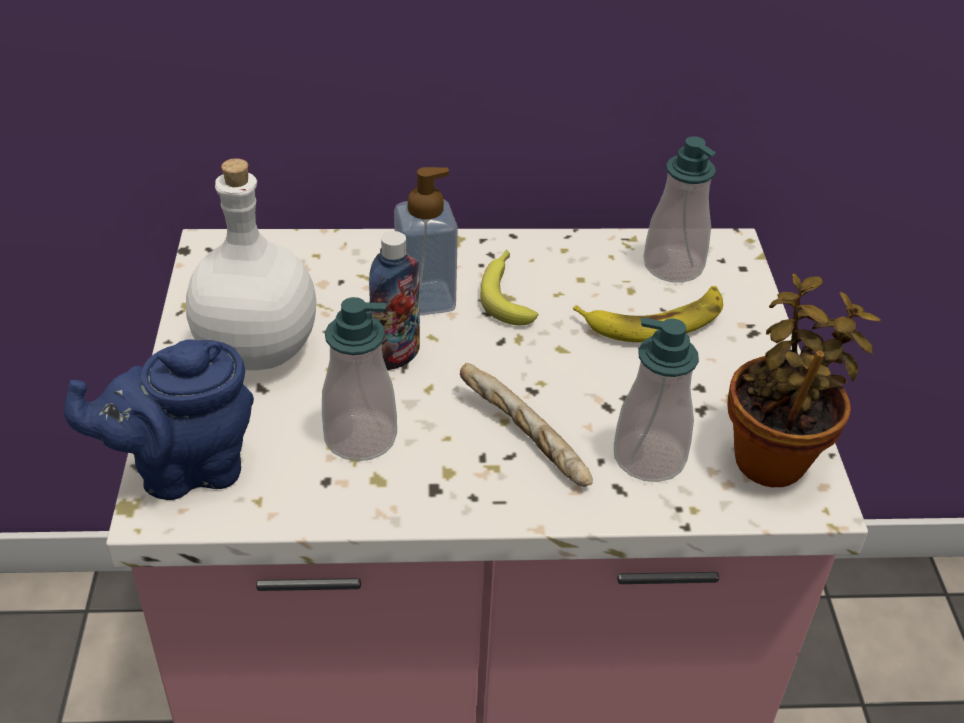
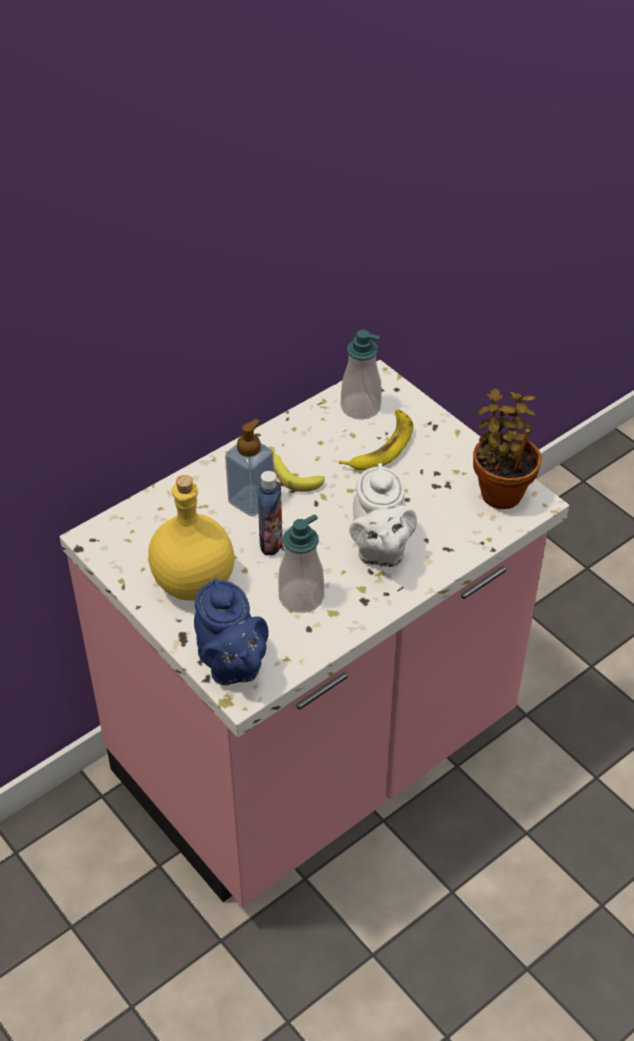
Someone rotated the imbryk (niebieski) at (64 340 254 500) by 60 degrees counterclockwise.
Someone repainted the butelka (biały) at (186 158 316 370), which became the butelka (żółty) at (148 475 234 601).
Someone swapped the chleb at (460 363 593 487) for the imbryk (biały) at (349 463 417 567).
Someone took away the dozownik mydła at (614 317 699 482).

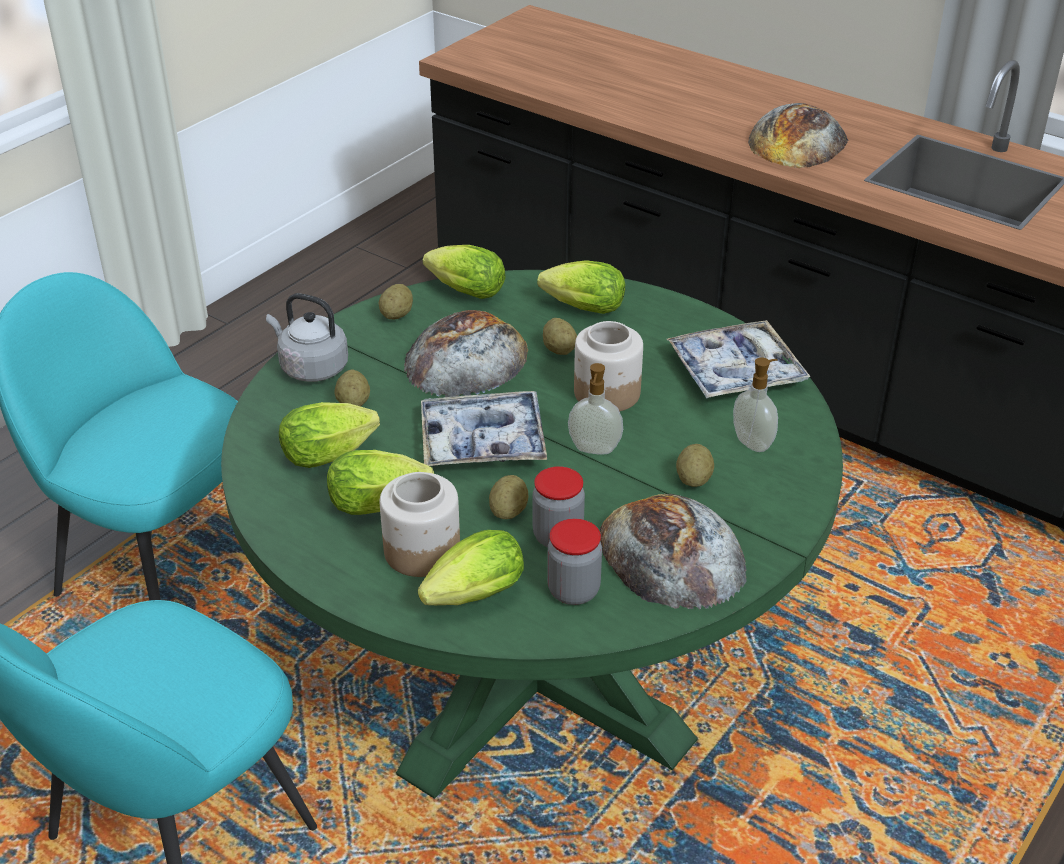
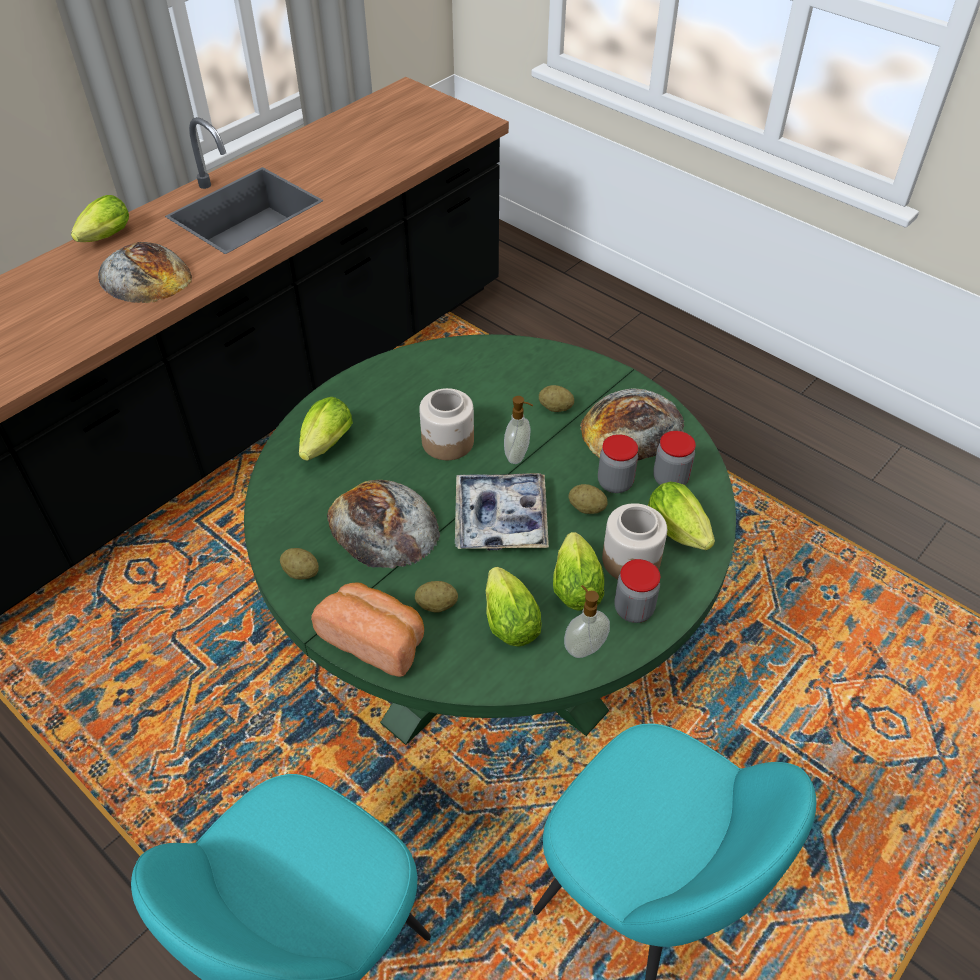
Someone swapped the czajnik (szary) at (266 293 348 382) for the chleb at (311 583 424 677).
Someone carried the sałata from (423 245 505 299) to (71 195 129 242).
Someone took away the ziemniak at (543 318 577 355).
Someone took away the taca at (667 320 810 399).
Someone carried the dozownik mydła from (733 358 778 452) to (564 585 610 658).
Someone put down the słoik at (615 559 660 623).

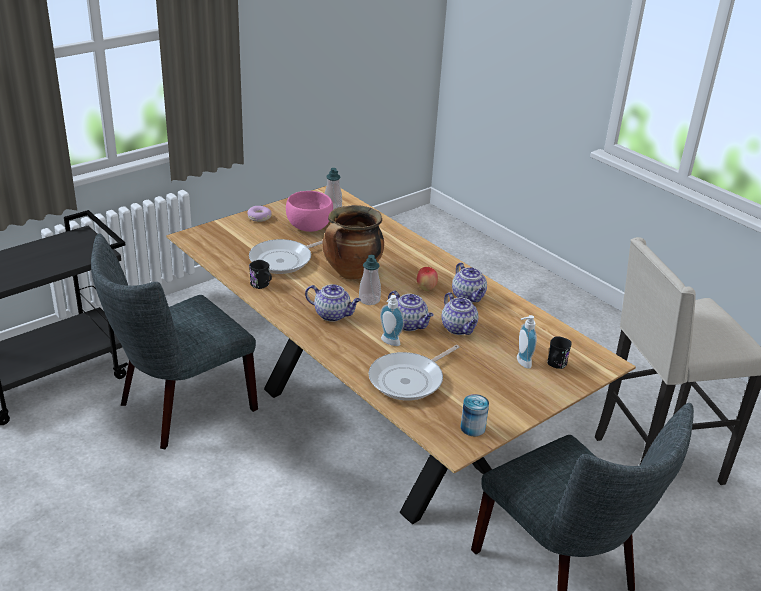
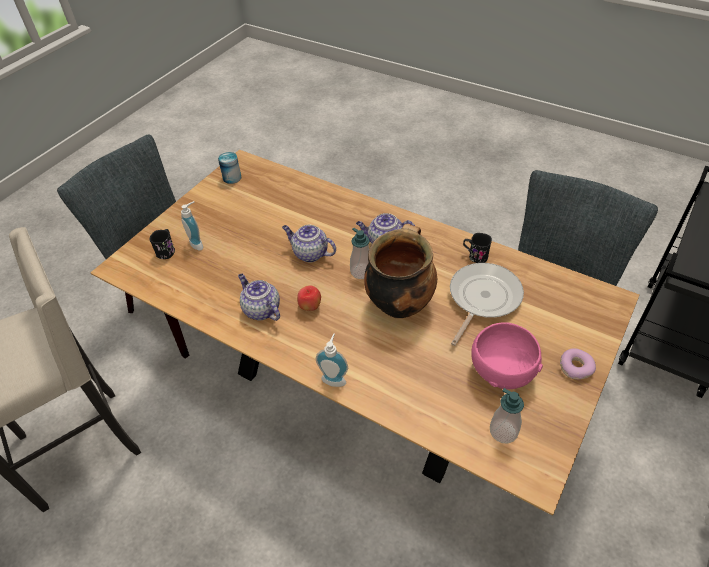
Someone took away the patelnia at (369 345 459 401).
Someone carried the dozownik mydła from (380 295 404 346) to (316 333 348 387).
Someone took away the imbryk at (441 292 478 335).

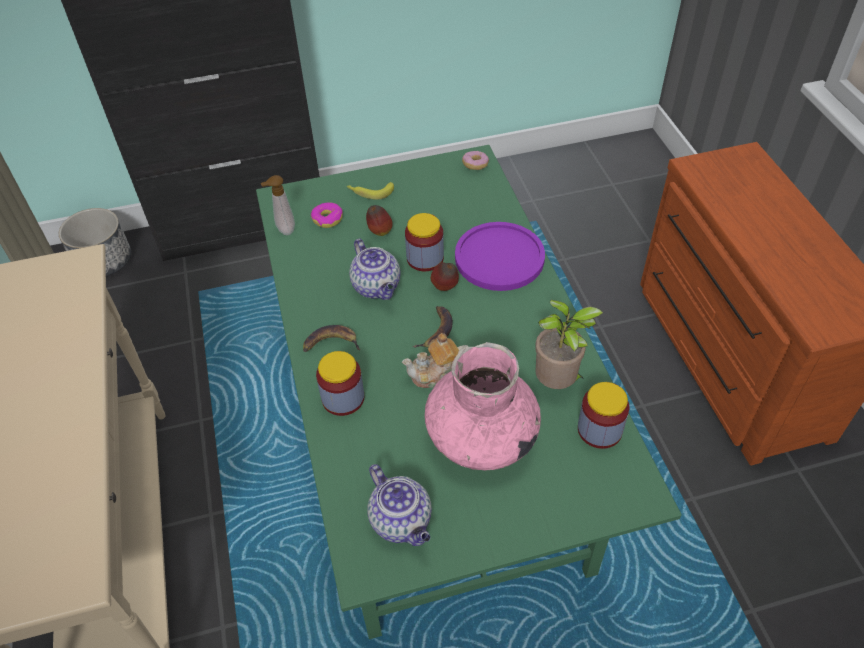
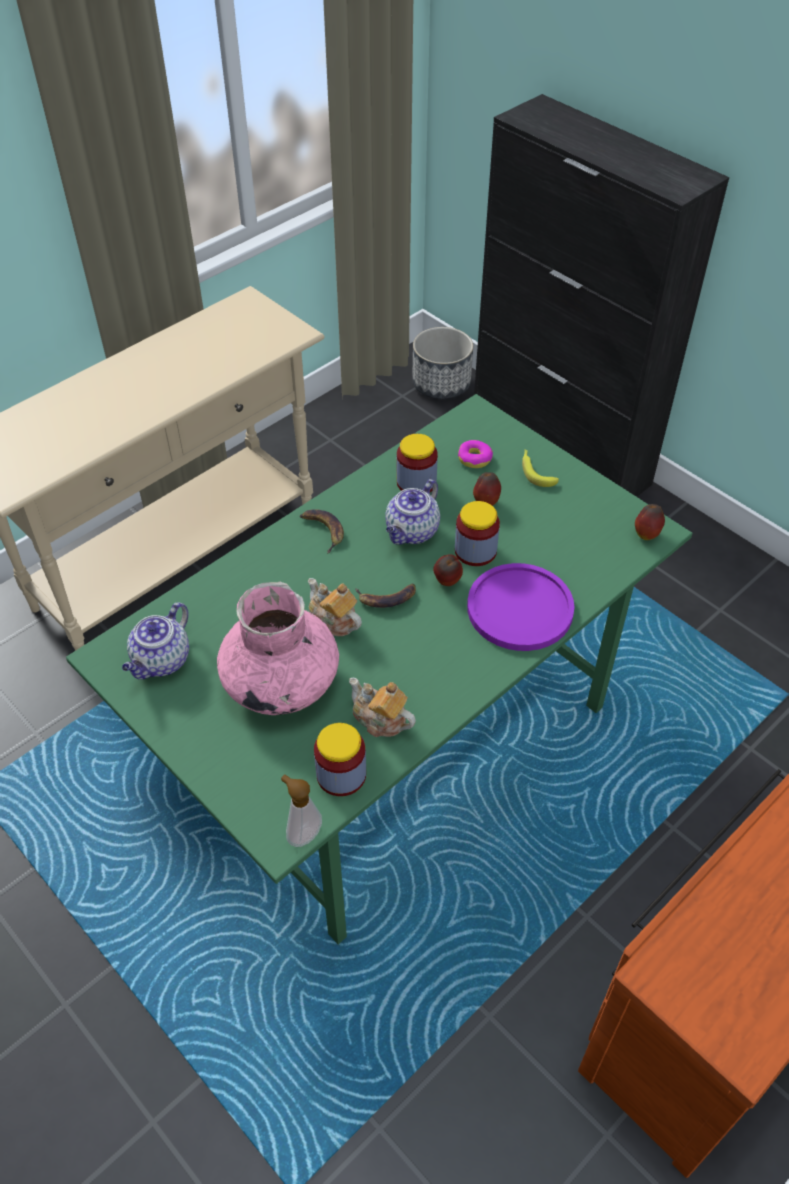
Someone carried the dozownik mydła from (261 175 295 235) to (281 775 322 847).
Someone carried the słoik from (316 351 364 416) to (397 434 438 492).
Someone swapped the donut at (462 151 489 170) for the jabłko at (635 504 665 540).
Someone swapped the roślina doniczkowa at (535 300 604 389) for the imbryk at (349 678 416 737).

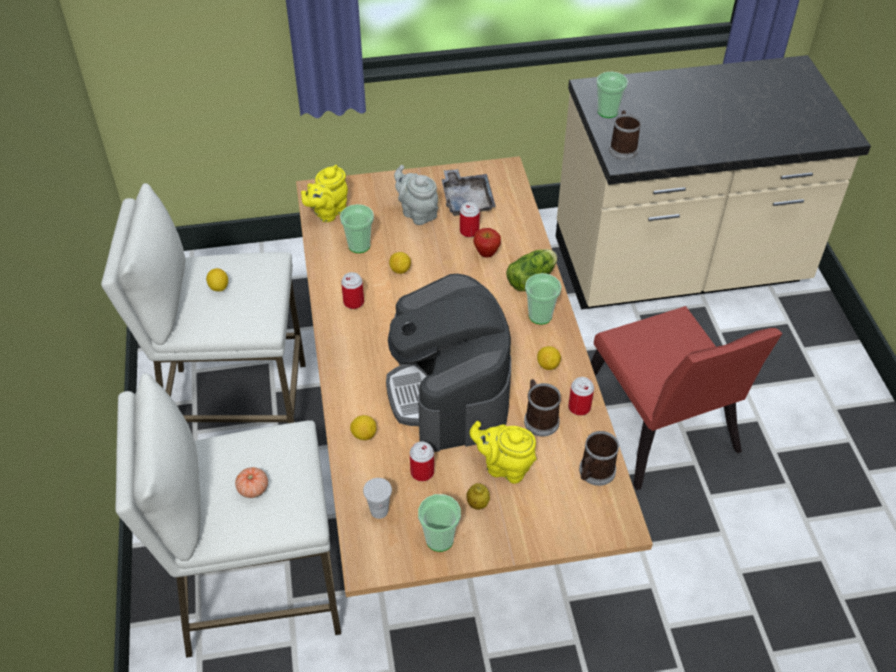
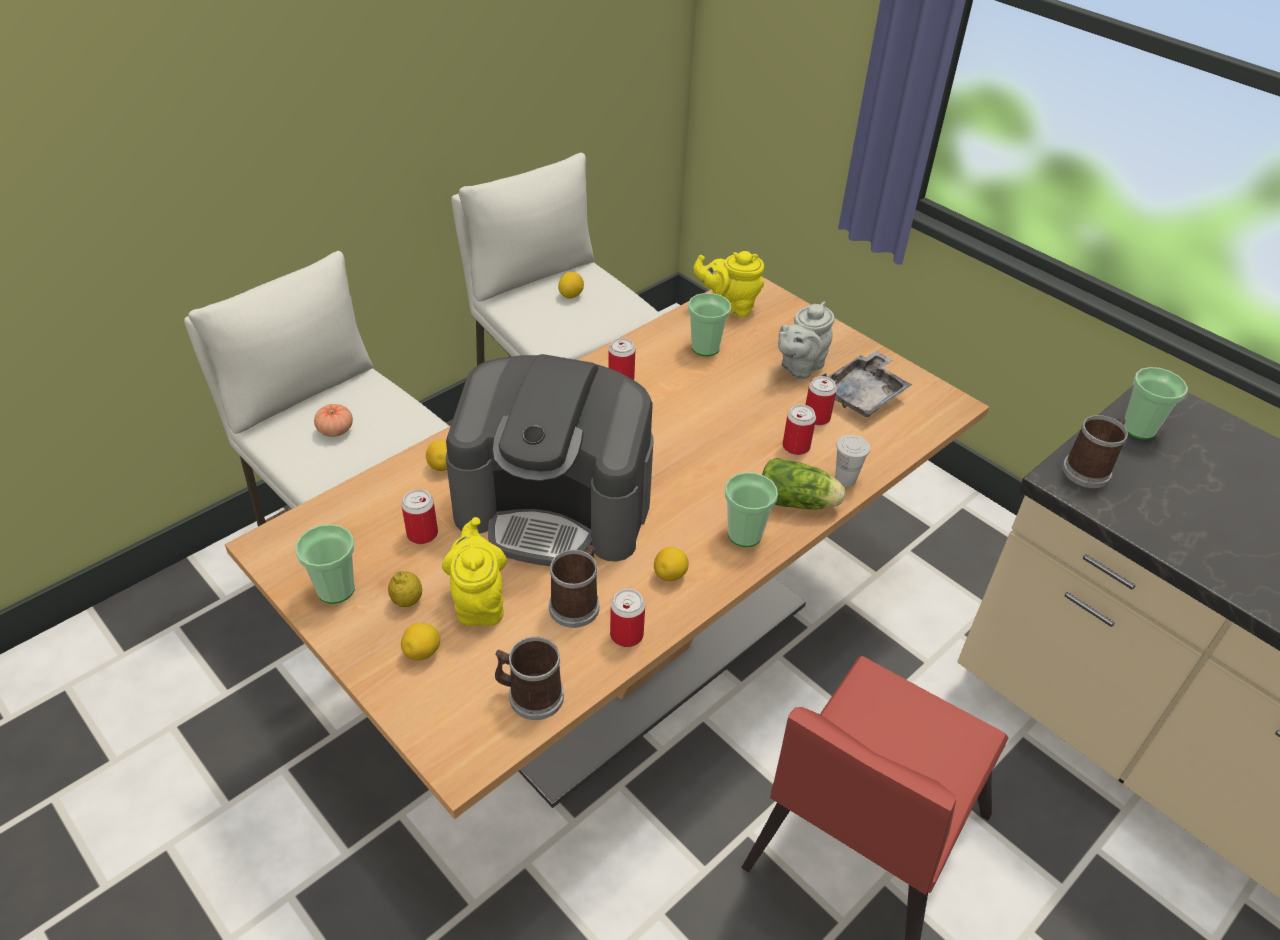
Someone carried the filiżanka (biały) from (363 478 392 519) to (835 435 870 487).
Someone rotated the ekspres do kawy at (386 274 511 452) by 120 degrees counterclockwise.
Someone carried the cytryna from (389 252 411 274) to (401 623 440 660).
Someone rotated the imbryk (szary) at (394 165 438 225) by 150 degrees counterclockwise.
Someone swapped the jabłko at (473 228 501 257) for the puszka at (783 404 816 455).

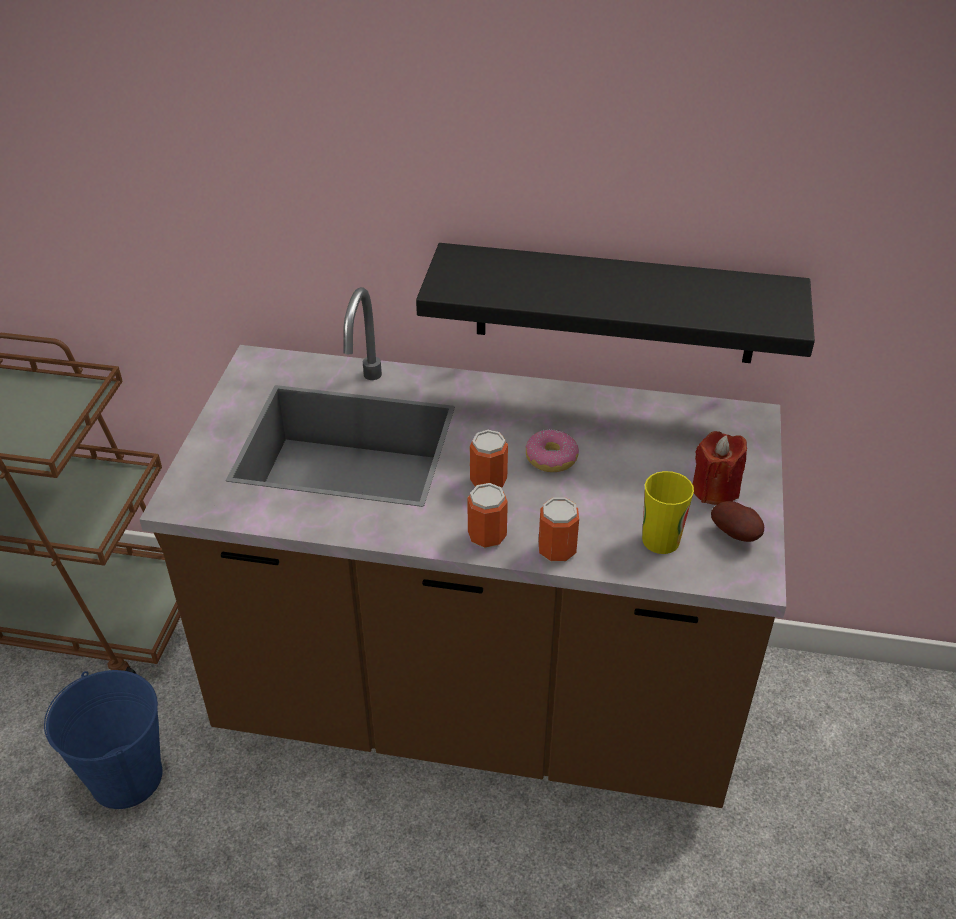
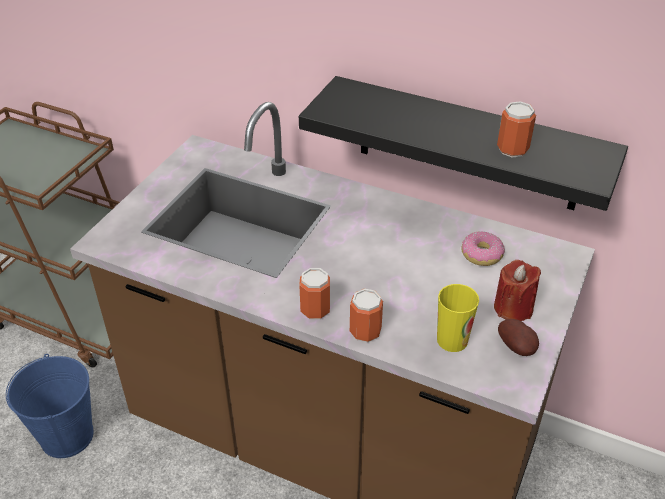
Someone carried the puszka from (470 430 508 488) to (497 101 536 157).
Someone carried the donut from (525 429 579 472) to (461 231 505 266).

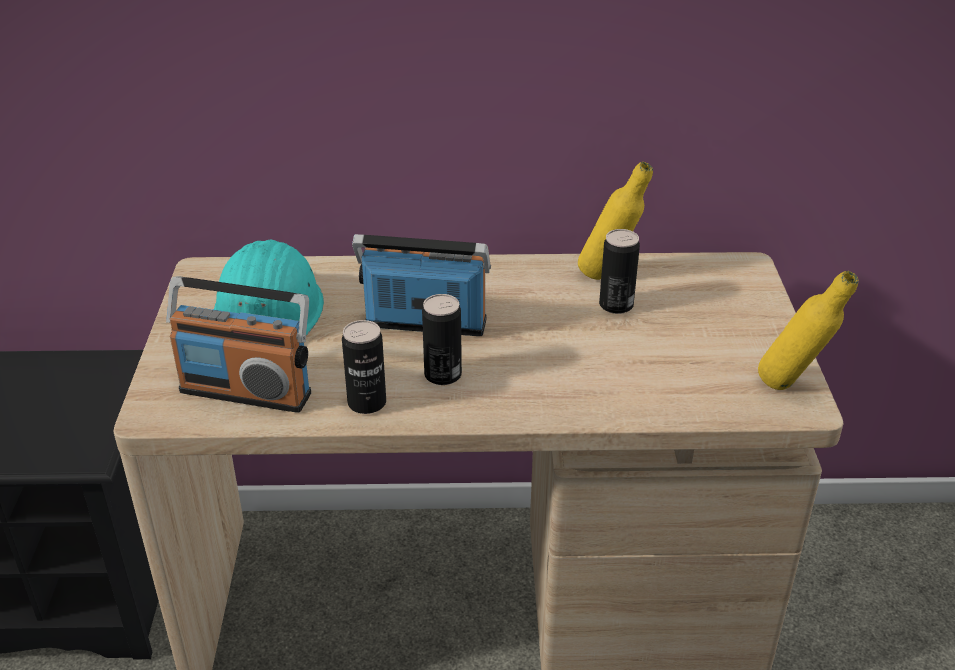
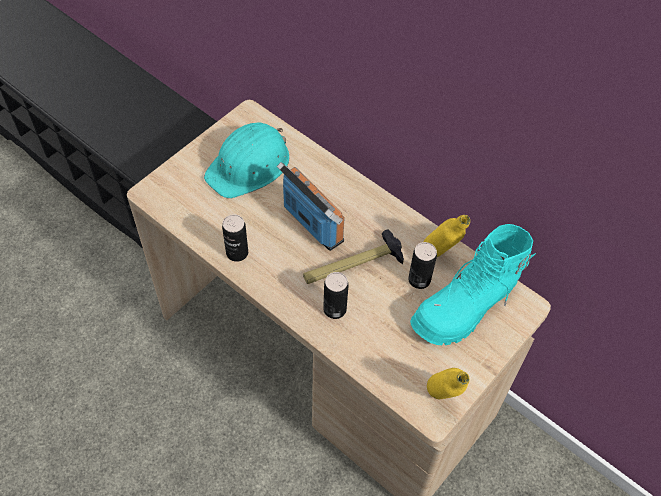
Someone took away the radio at (166 276 311 413).
Someone carried the puszka from (422 294 462 385) to (323 272 349 319).
Someone put down the młotek at (303 230 404 284).
Someone put down the but z cholewką (turkusowy) at (410 224 536 345).

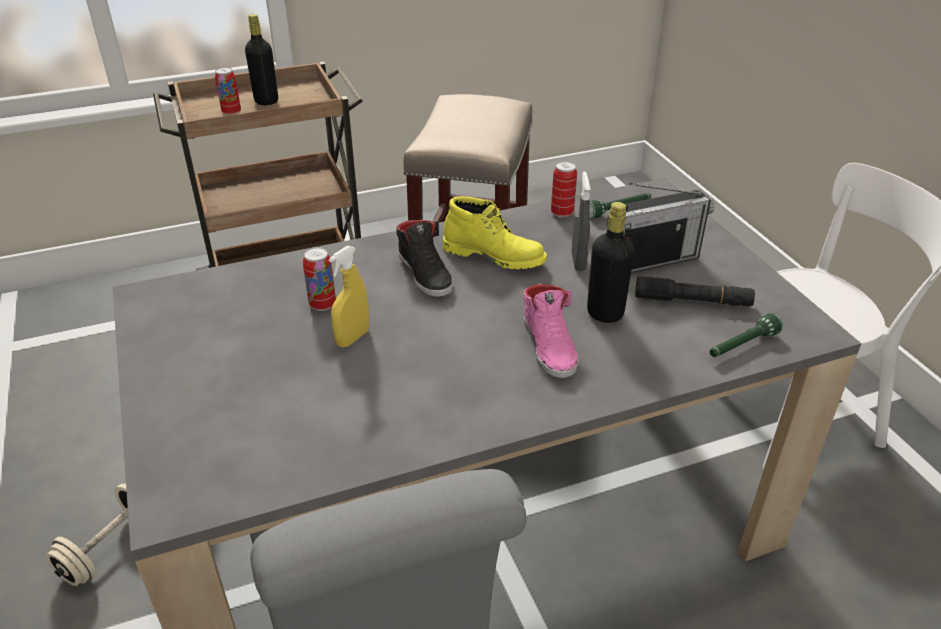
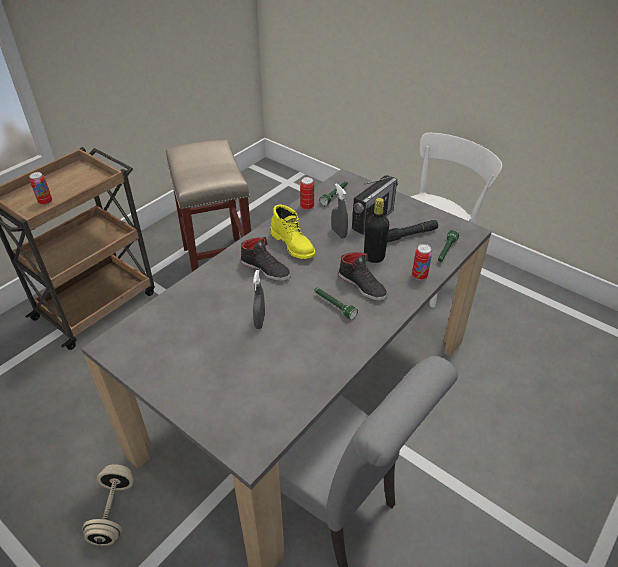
Someone took away the butelka (czarny) at (245 14 278 105).
Someone carried the puszka from (303 247 336 311) to (412 244 432 280).
Someone repainted the spryskiwacz (żółty) at (329 246 369 347), which became the spryskiwacz (szary) at (253 270 265 329).
Someone rotated the but z cholewką (żółty) at (443 196 547 269) by 60 degrees clockwise.
Someone repainted the but (różowy) at (524 284 578 378), which became the but (czarny) at (339 252 387 301).
Someone put down the latarka (zielony) at (314 288 358 320).

